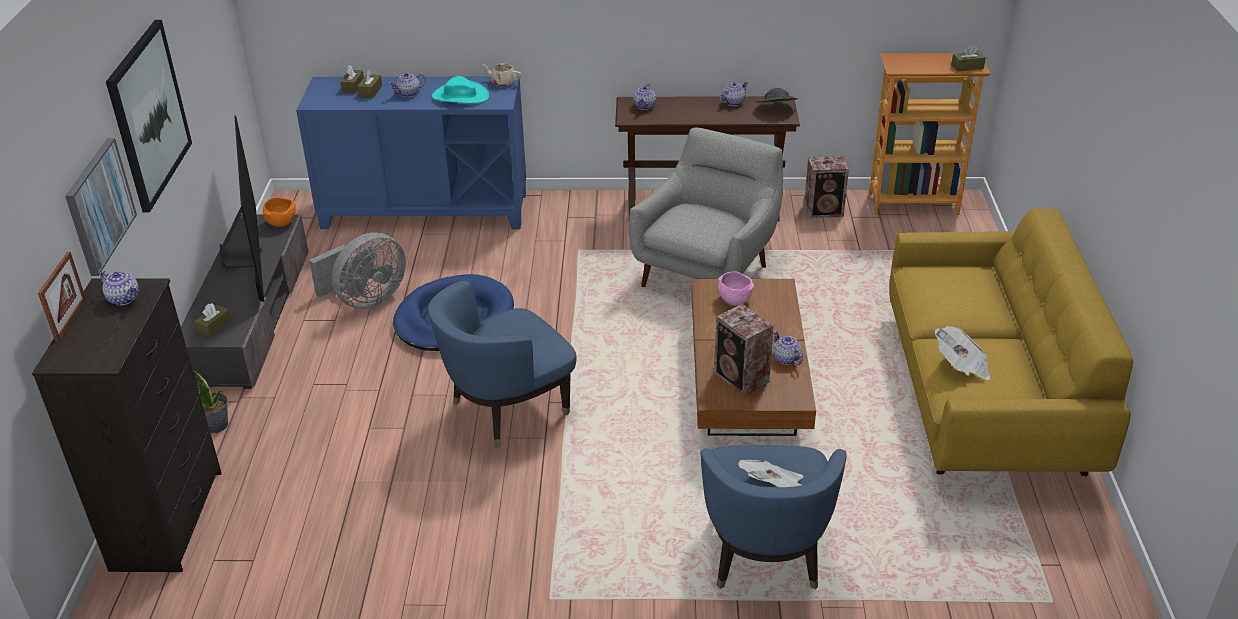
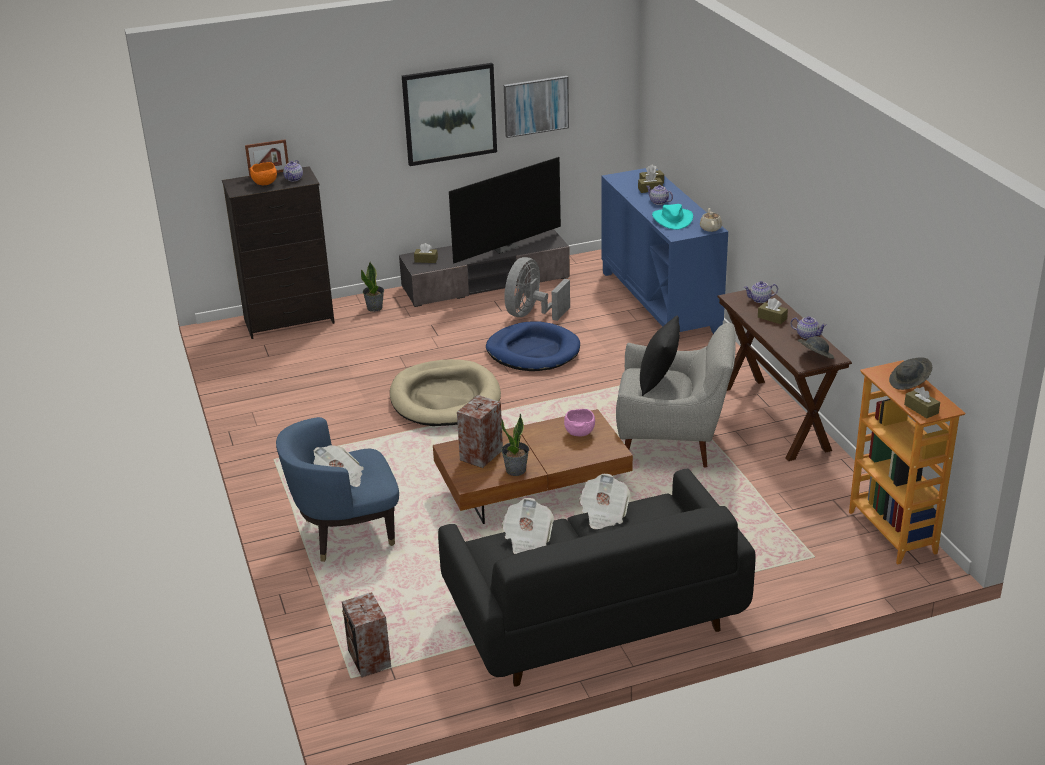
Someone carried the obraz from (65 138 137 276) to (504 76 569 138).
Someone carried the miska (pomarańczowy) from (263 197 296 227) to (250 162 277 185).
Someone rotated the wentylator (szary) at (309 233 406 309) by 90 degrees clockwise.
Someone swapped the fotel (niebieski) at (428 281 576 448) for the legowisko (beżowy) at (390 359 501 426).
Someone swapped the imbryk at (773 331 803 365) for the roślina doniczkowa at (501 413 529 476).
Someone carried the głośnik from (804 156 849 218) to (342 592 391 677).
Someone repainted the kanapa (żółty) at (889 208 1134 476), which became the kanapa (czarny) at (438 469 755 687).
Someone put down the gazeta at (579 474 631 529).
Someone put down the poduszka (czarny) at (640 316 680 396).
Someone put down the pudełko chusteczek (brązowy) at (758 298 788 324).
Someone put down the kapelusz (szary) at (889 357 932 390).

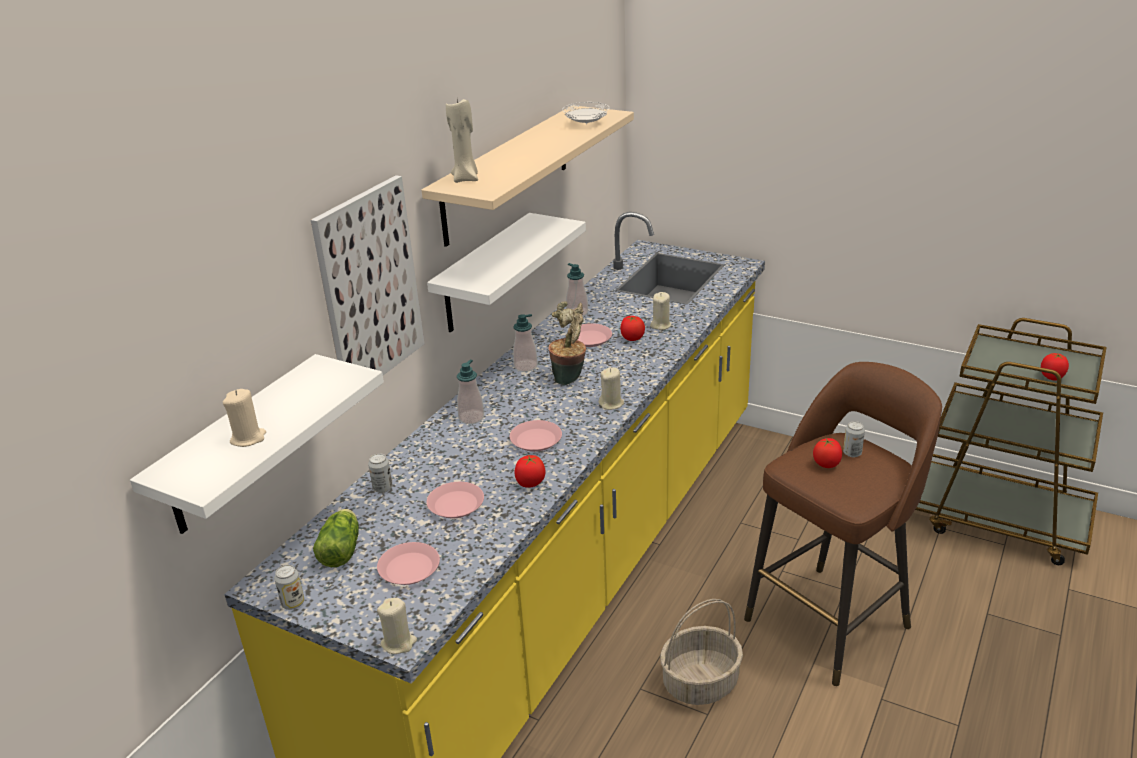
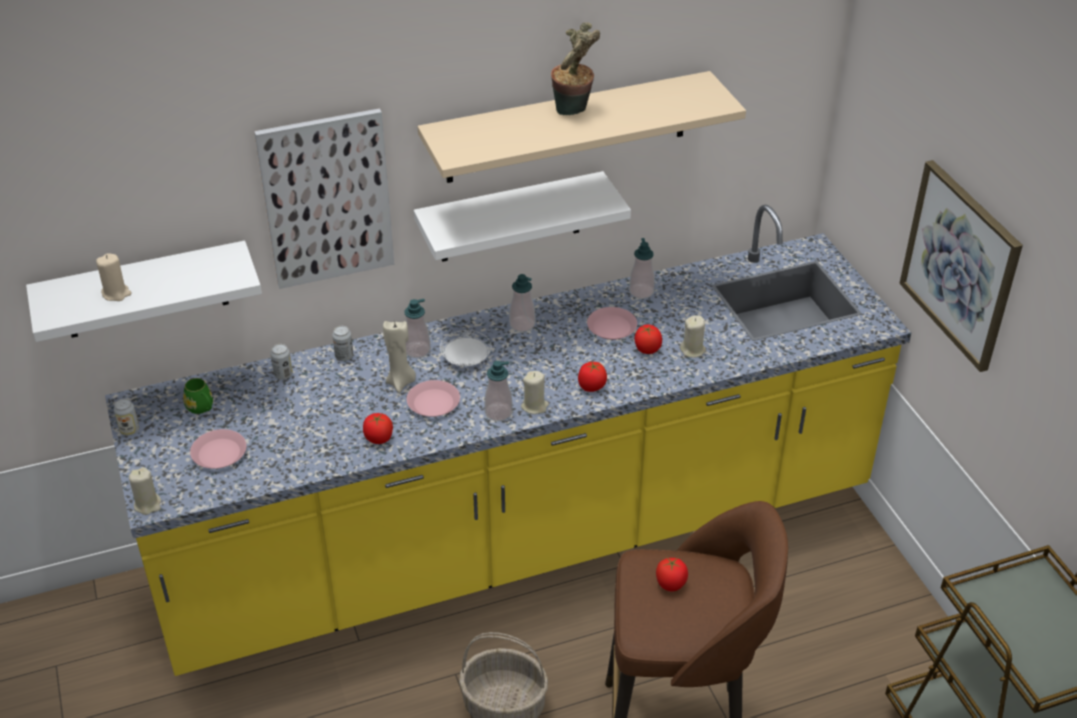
Someone swapped the sałata at (313 509 359 567) for the kubek (zielony) at (183 378 213 414).
Someone took away the talerz (różowy) at (427 482 484 518).
Someone carried the świeca (beżowy) from (446 99 478 183) to (383 321 416 393).
Someone carried the roślina doniczkowa from (548 301 586 385) to (551 22 600 115).
Someone carried the talerz (biały) from (562 102 609 124) to (440 330 492 366).
Someone carried the puszka from (843 421 865 457) to (332 326 353 361).
Someone carried the pomidor from (1041 353 1069 381) to (578 362 607 392).
Someone put down the dozownik mydła at (484 361 513 421).
Someone put up the obraz at (899 160 1023 372).

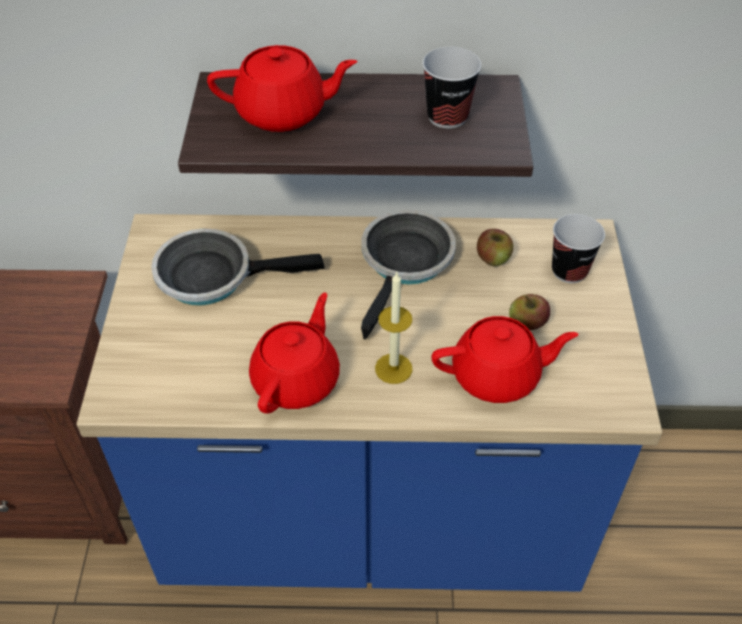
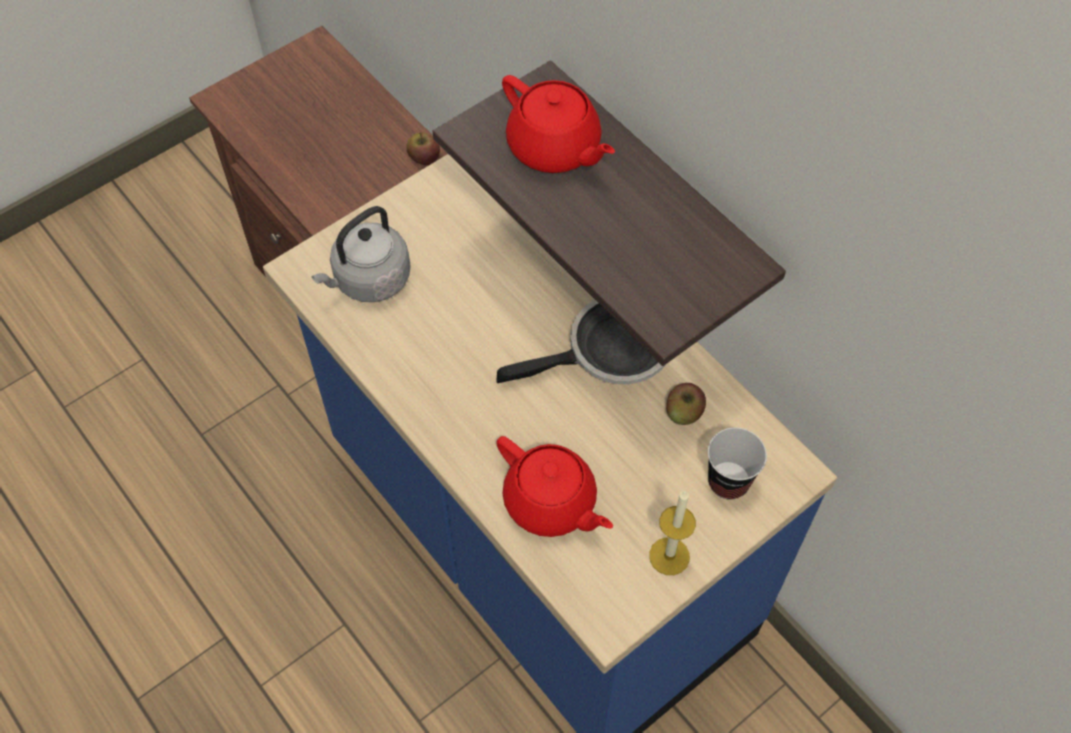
Someone took away the patelnia at (151 229 325 306).
Someone took away the imbryk (czerwony) at (249 292 340 414).
Someone carried the świeca from (375 272 413 384) to (649 490 696 575).
Someone took away the filiżanka at (422 47 481 129).
Someone carried the jabłko from (509 294 550 331) to (406 132 440 165).
Someone put down the czajnik (szary) at (312 206 411 302).

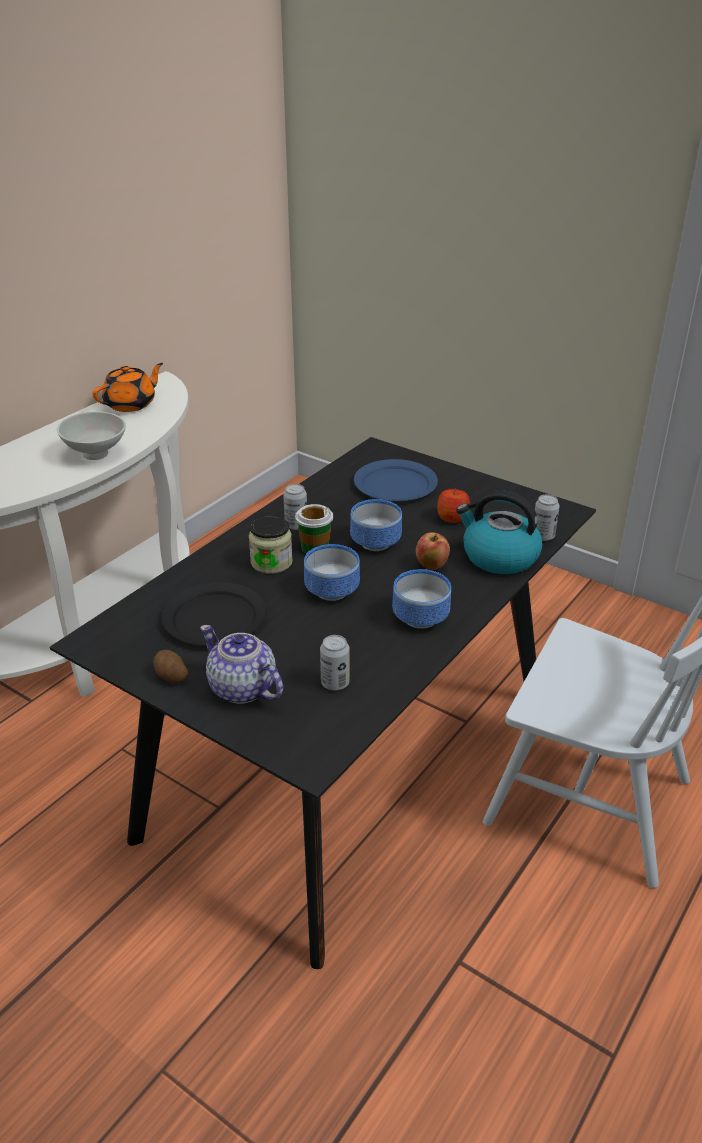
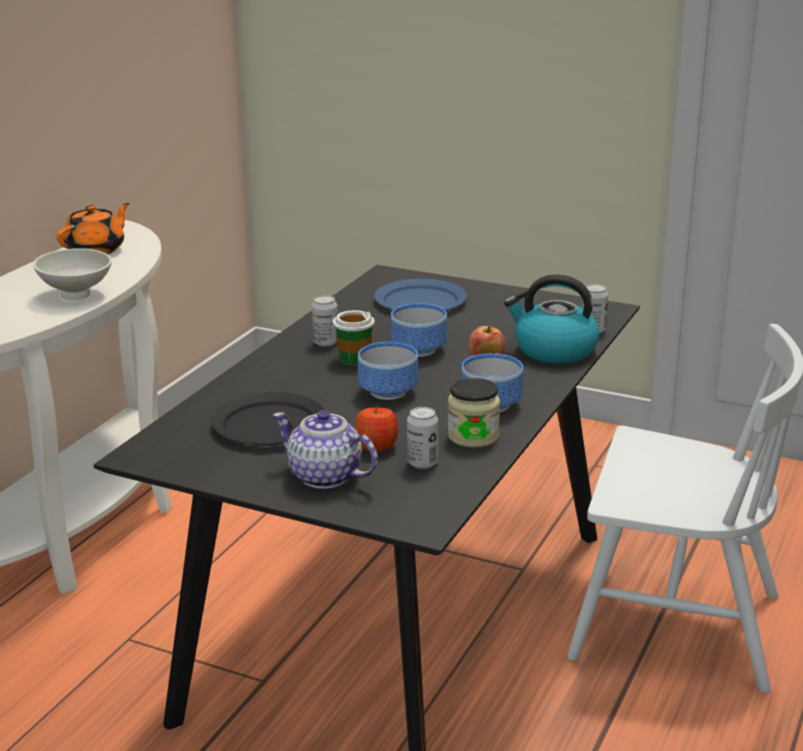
Someone took away the ziemniak at (153 650 188 683).
Someone carried the słoik from (249 516 293 574) to (448 378 500 448).
Someone carried the jabłko from (437 488 470 523) to (355 405 398 452).

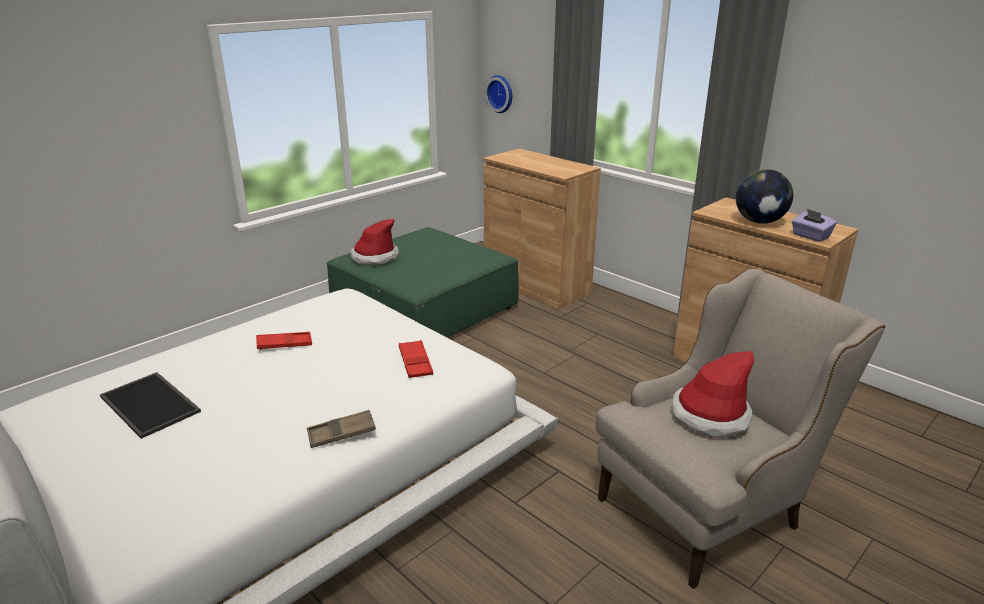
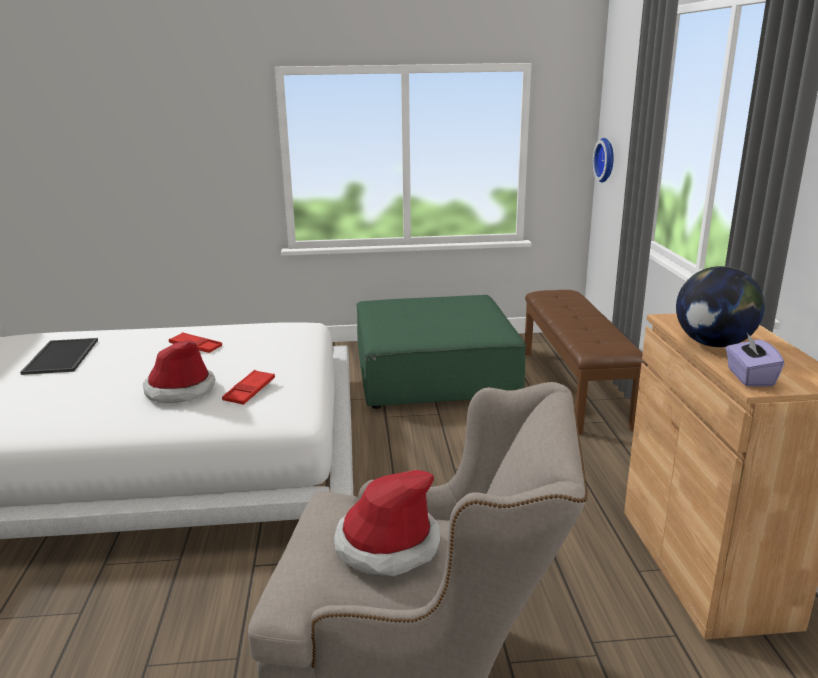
Someone took away the taca (brązowy) at (307 410 376 448).
Someone carried the kapelusz from (350 219 399 266) to (143 341 216 403).
Someone swapped the szafka (brązowy) at (483 149 601 309) for the ławka (brązowy) at (525 290 648 434).

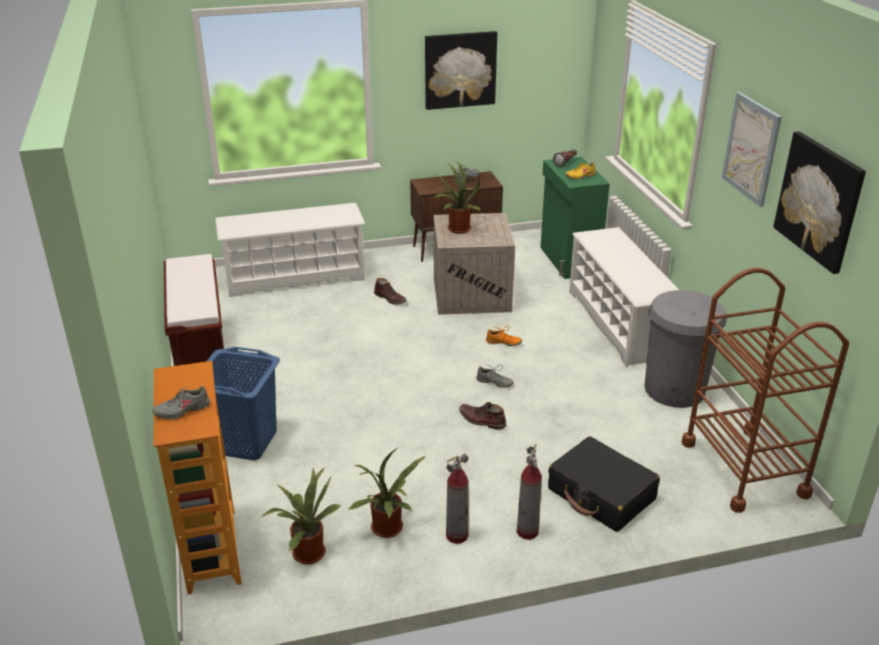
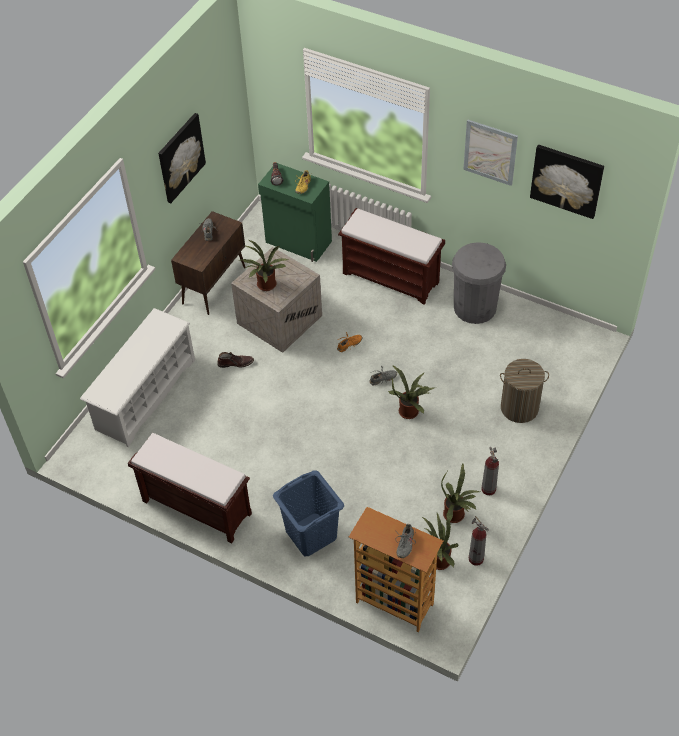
Someone swapped the but z cholewką (brązowy) at (459 402 507 430) for the roślina doniczkowa at (388 365 436 419).
Someone carried the gaśnica from (517 444 542 540) to (469 516 489 566).
Someone swapped the walizka (czarny) at (548 436 660 532) for the kosz na pranie at (500 359 549 423).
Someone swapped the regał na buty (biały) at (569 227 679 367) for the ławka (brązowy) at (338 208 445 305).
Someone took away the wózek (brązowy) at (682 268 849 513).

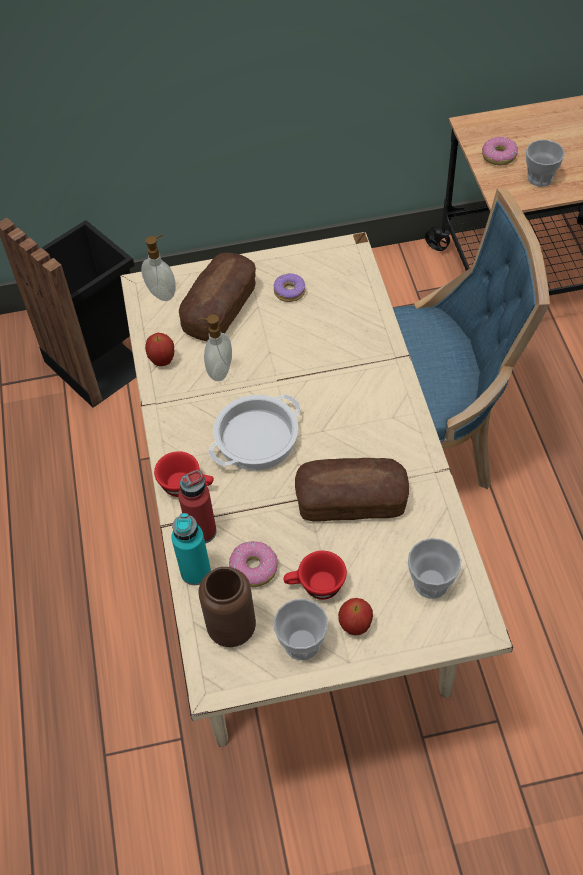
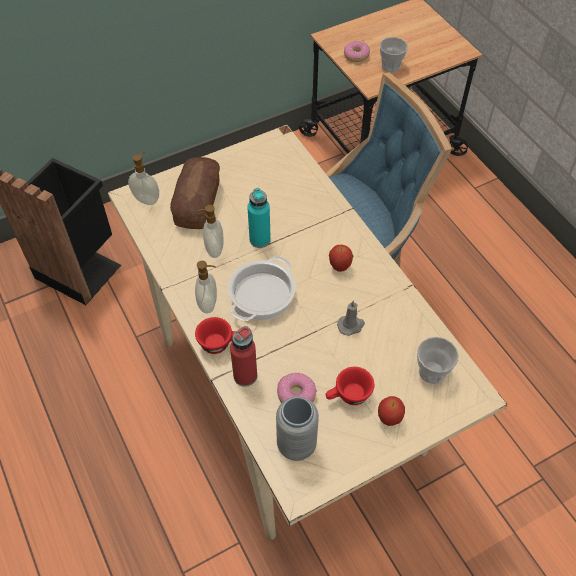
Someone carried the jabłko from (145 333 174 366) to (329 245 353 272).
Someone carried the butelka (turkusowy) from (171 513 211 585) to (247 188 271 248).
Someone repainted the wazon (brązowy) at (198 567 256 647), which became the wazon (szary) at (276 397 319 461).
Someone took away the donut at (274 273 305 302).
Someone took away the filiżanka at (274 599 328 660).
Someone swapped the chleb at (295 458 409 521) for the świeca (szary) at (337 300 365 336).
Someone put down the dozownik mydła at (195 261 217 313).

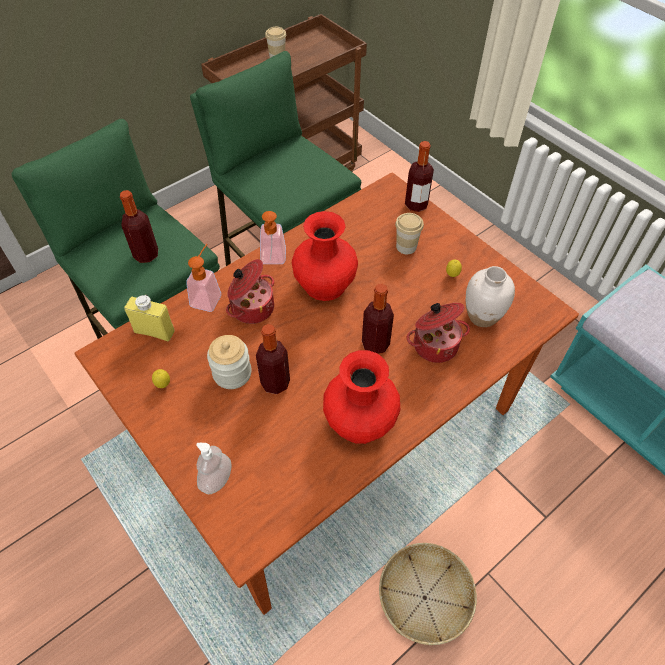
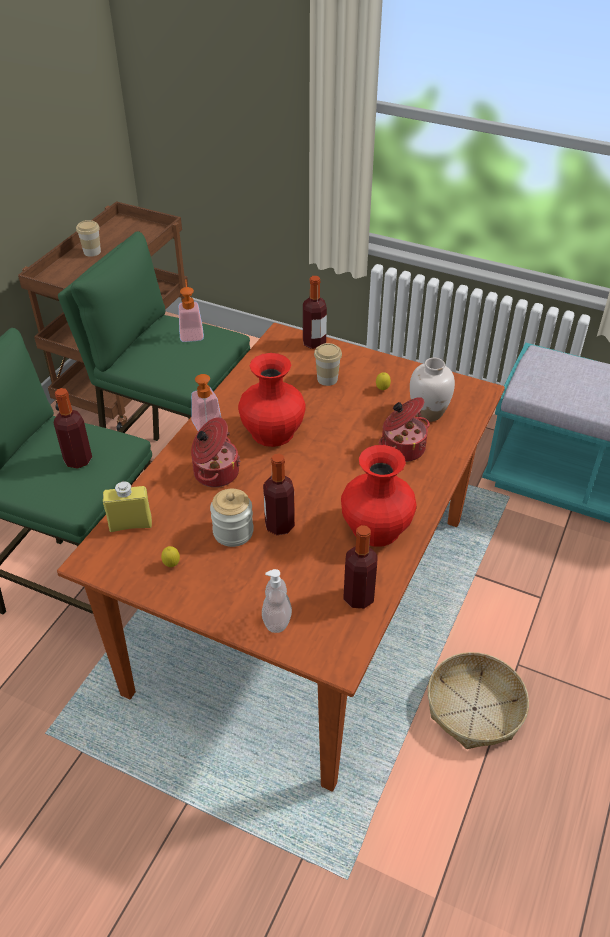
Someone carried the dozownik mydła from (186 244 221 312) to (179 279 204 342).
Someone carried the butelka from (362 284 394 354) to (343 525 378 609).

